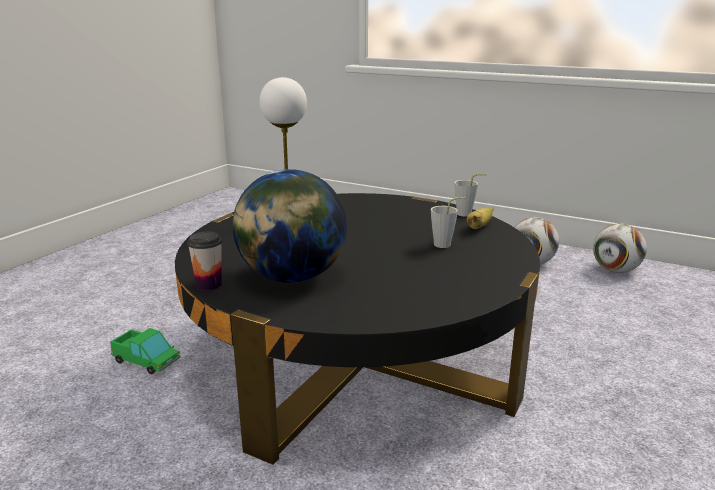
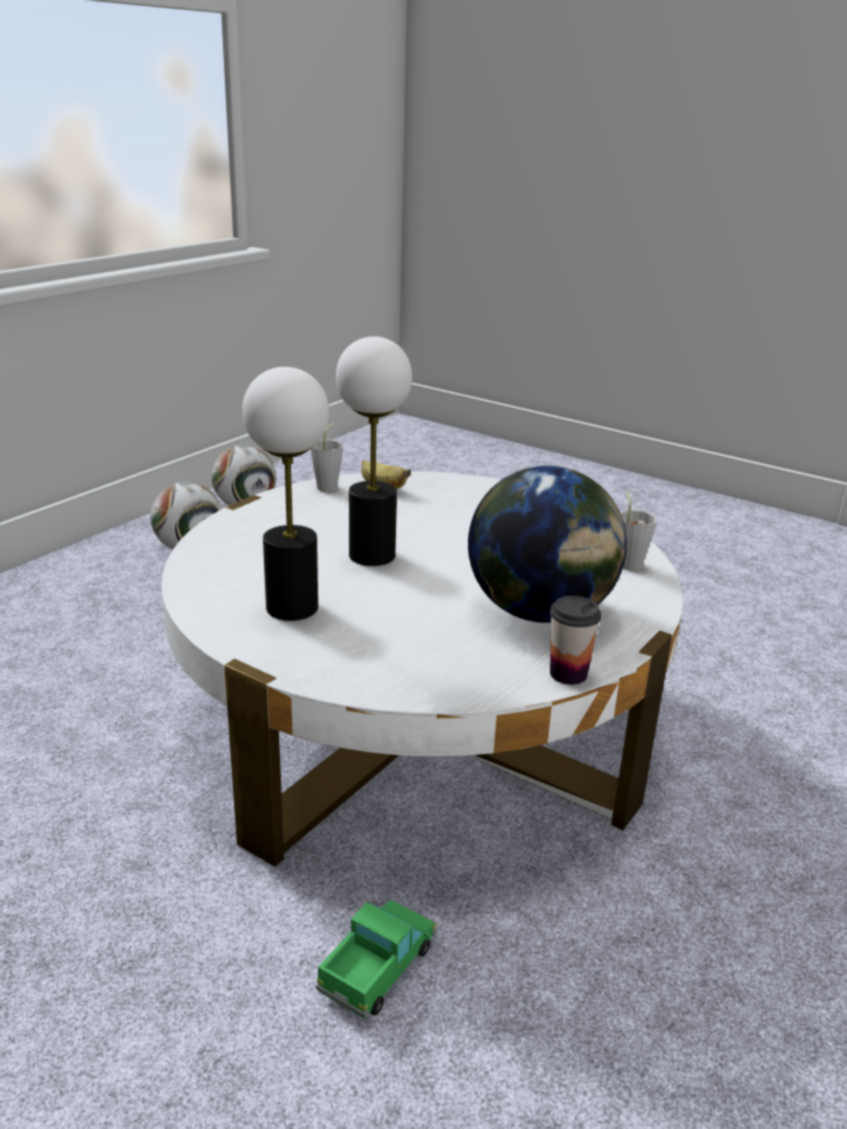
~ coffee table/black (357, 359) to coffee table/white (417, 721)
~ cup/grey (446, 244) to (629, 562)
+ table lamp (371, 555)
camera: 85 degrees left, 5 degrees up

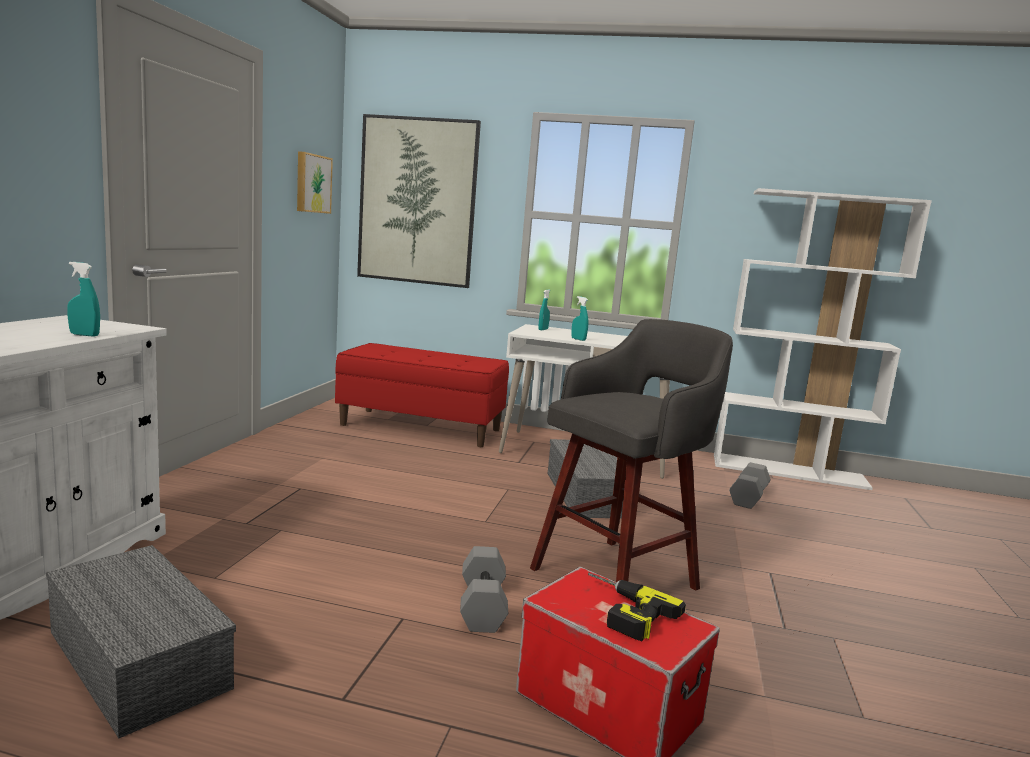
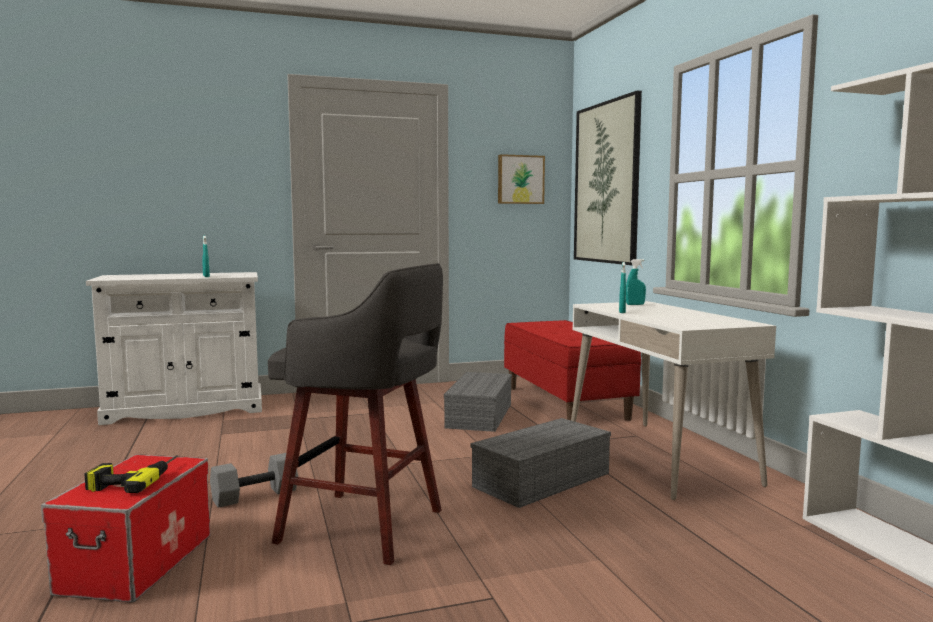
~ storage box/grey (134, 659) to (479, 415)
- dumbbell/grey (749, 498)
camera: 60 degrees right, 5 degrees down

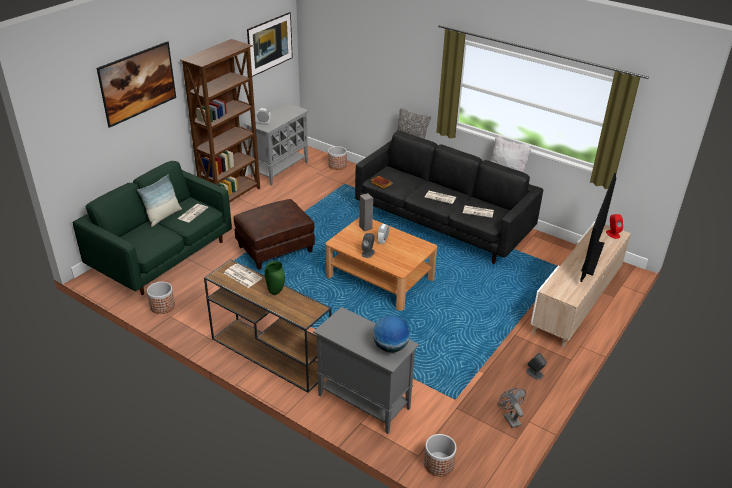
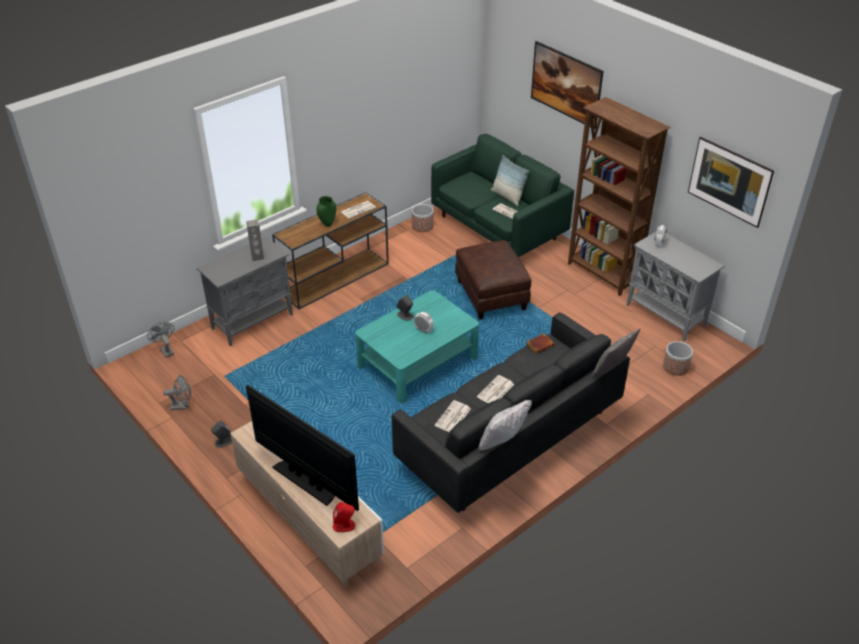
~ coffee table/brown (380, 277) to coffee table/turquoise (417, 362)
~ speaker/grey (365, 227) to (257, 257)
- globe (390, 347)
~ planter (439, 464) to fan/grey (165, 350)
camera: 105 degrees right, 5 degrees up

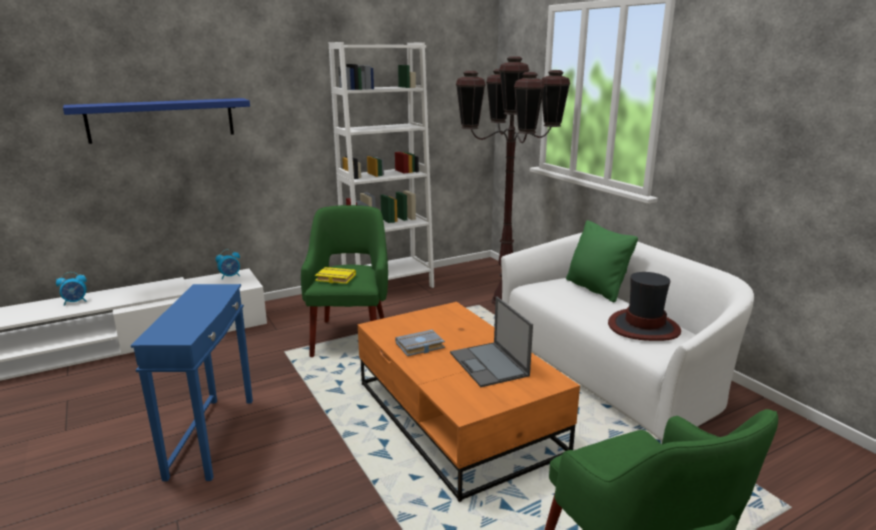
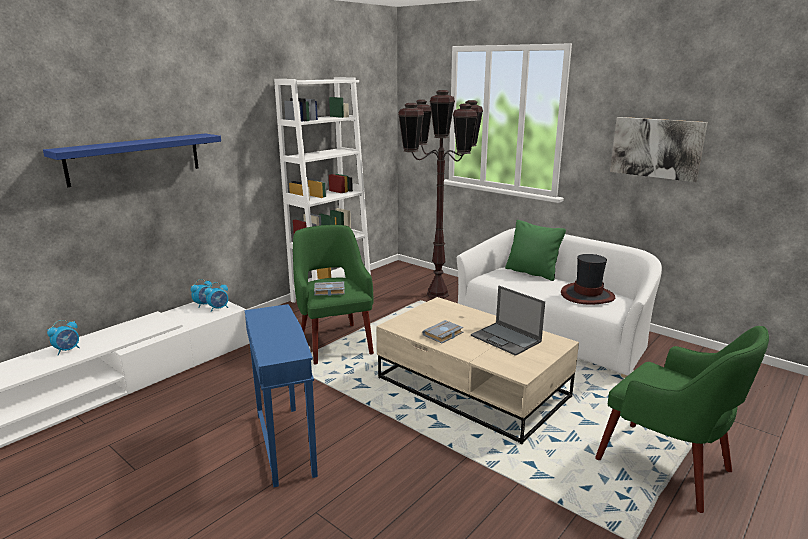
~ book/yellow (334, 278) to book/grey (328, 291)
~ coffee table/orange (458, 418) to coffee table/beige (473, 388)
+ alarm clock (219, 308)
+ picture (656, 148)
camera: 20 degrees left, 0 degrees up

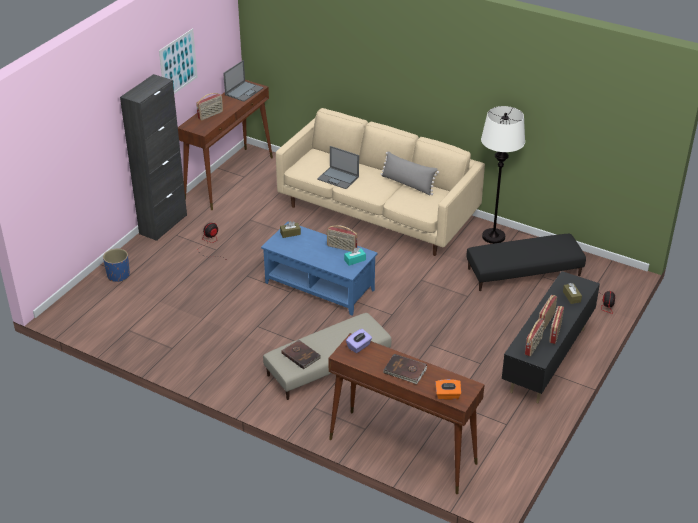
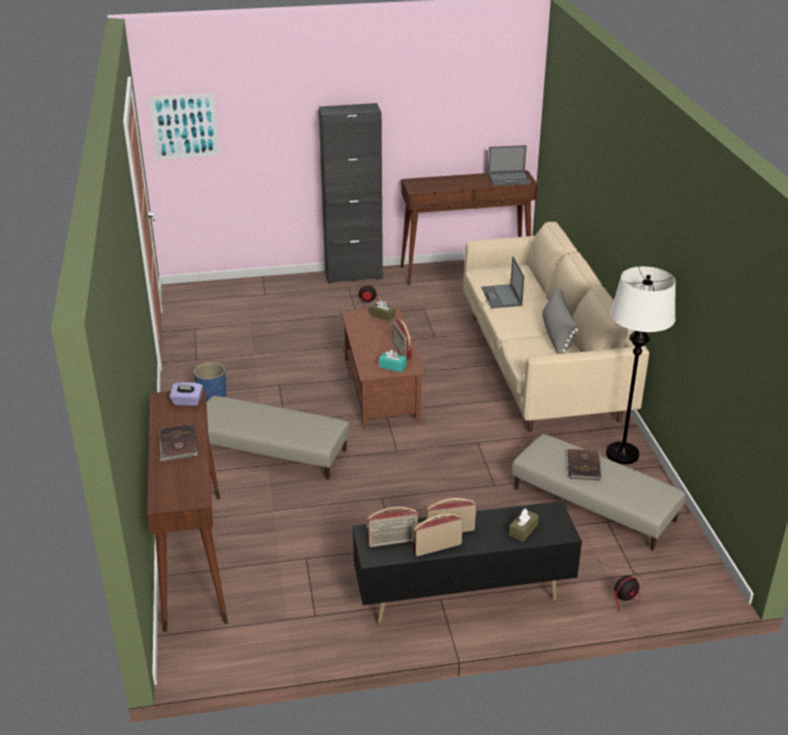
~ planter/blue (118, 275) to (212, 396)
~ picture (178, 64) to (184, 126)
- radio (210, 115)
~ coffee table/blue (320, 286) to coffee table/brown (382, 389)
~ book/brown (301, 355) to (584, 466)
- tissue box/orange (447, 395)
~ ottoman/black (524, 272) to ottoman/beige (593, 504)
camera: 50 degrees right, 5 degrees down

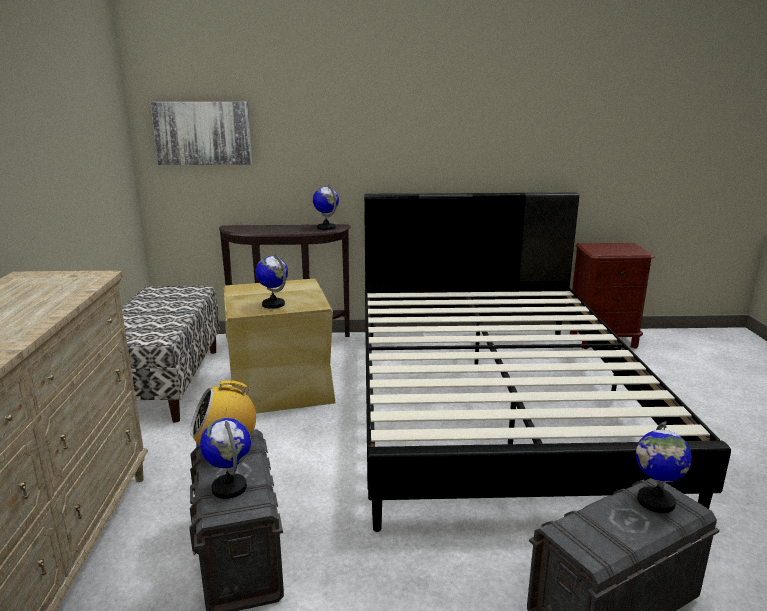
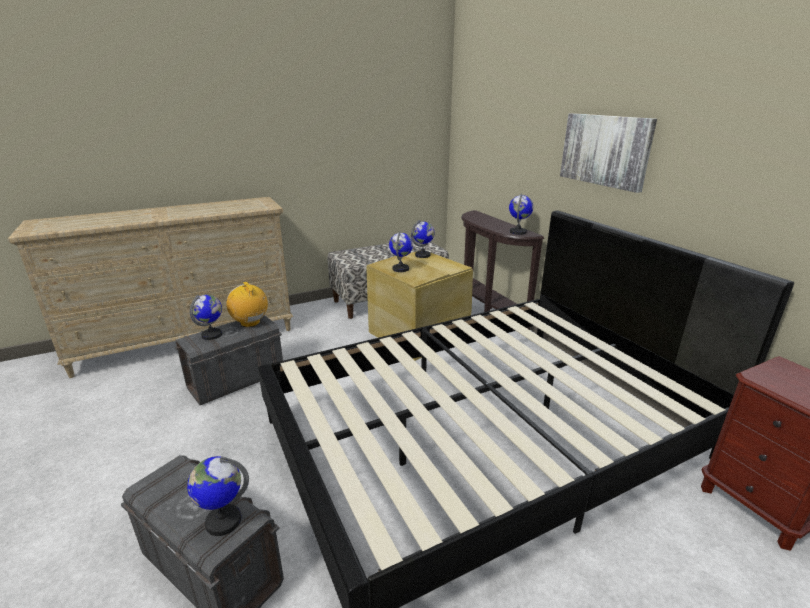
~ picture (203, 133) to (605, 150)
+ globe (423, 255)
camera: 65 degrees right, 5 degrees up

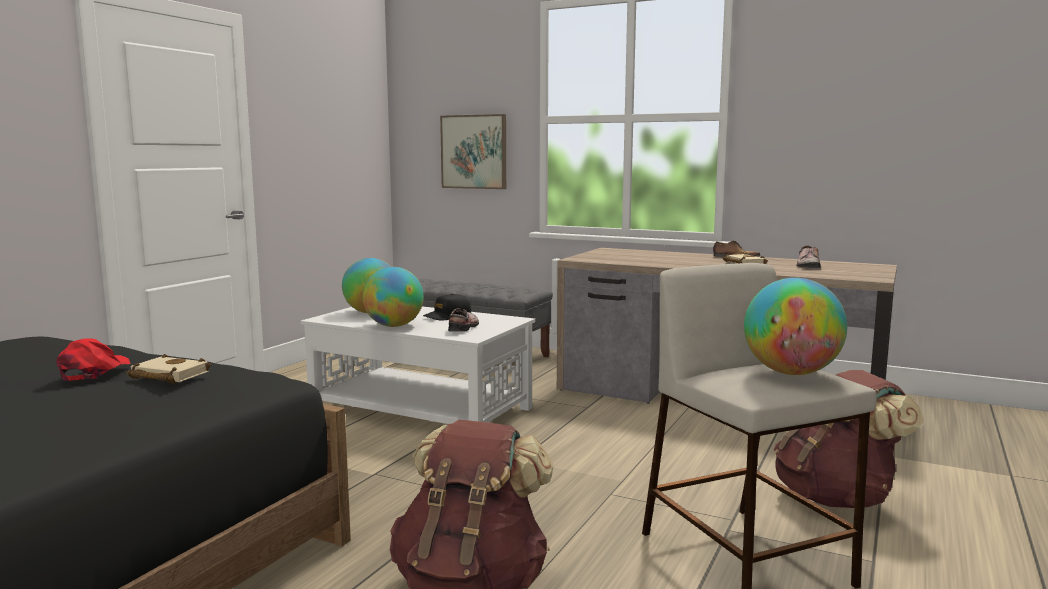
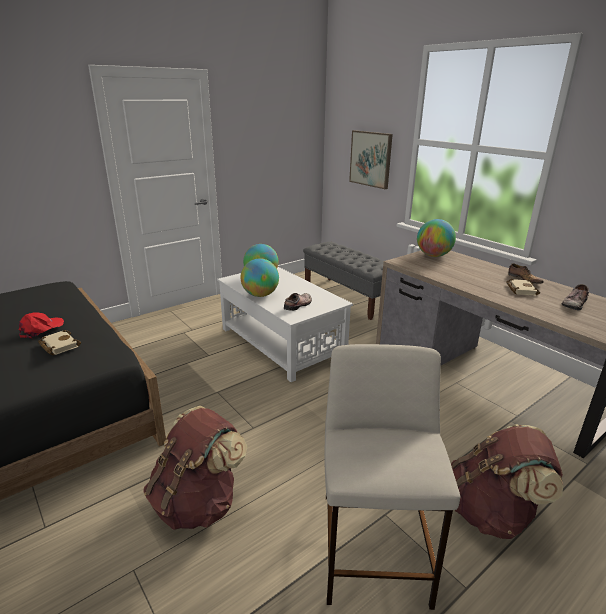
- cap/black (447, 316)
~ globe (791, 373) to (433, 255)
camera: 25 degrees right, 15 degrees up

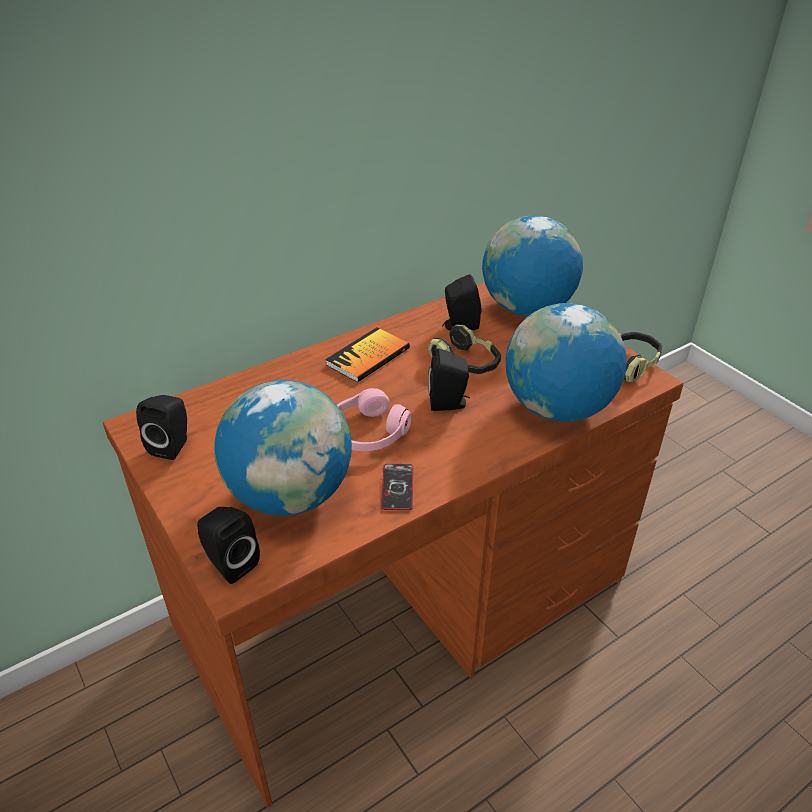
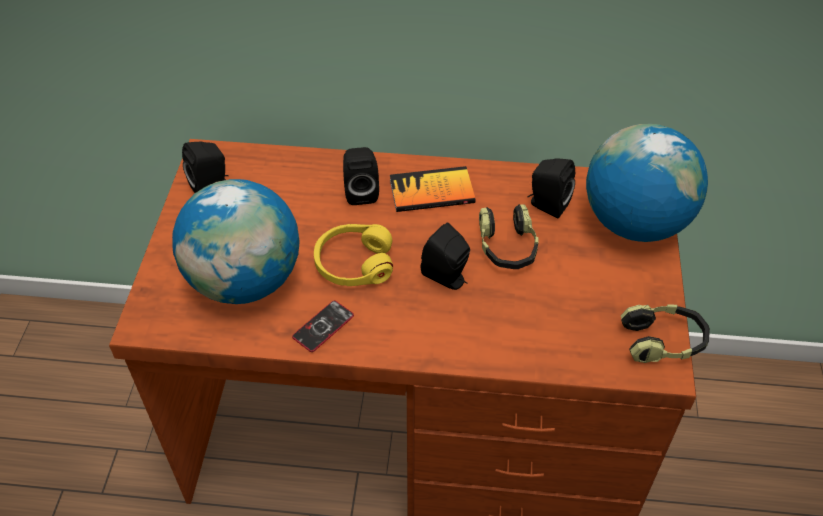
~ speaker/black (230, 563) to (361, 192)
~ headphones/pink (367, 432) to headphones/yellow (354, 263)
- globe (557, 408)
camera: 40 degrees right, 10 degrees up

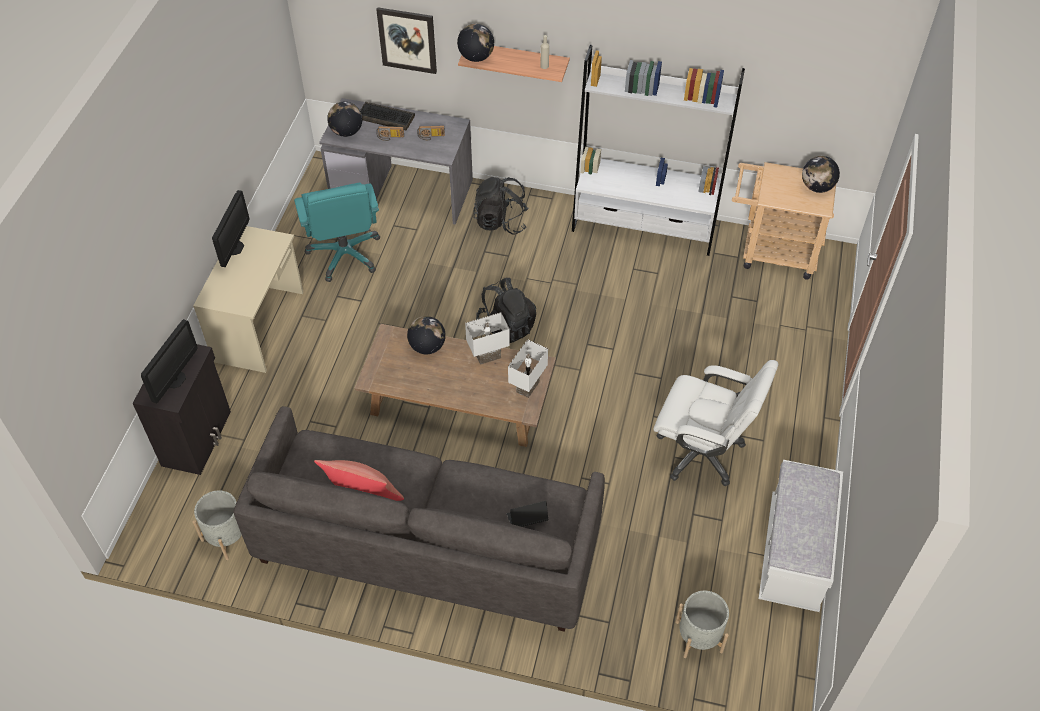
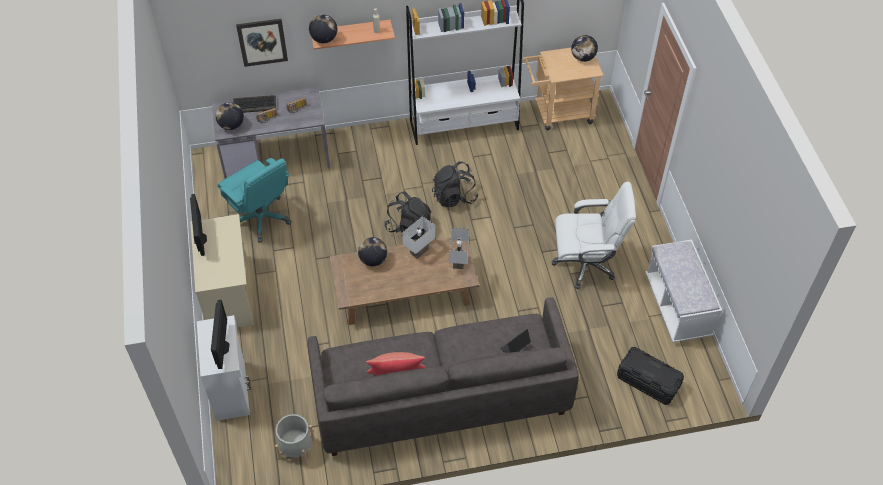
~ cabinet/black (198, 438) to cabinet/white (231, 390)
~ backpack/black (501, 221) to (454, 197)
~ planter/grey (699, 637) to storage box/black (648, 382)
camera: 25 degrees left, 0 degrees up

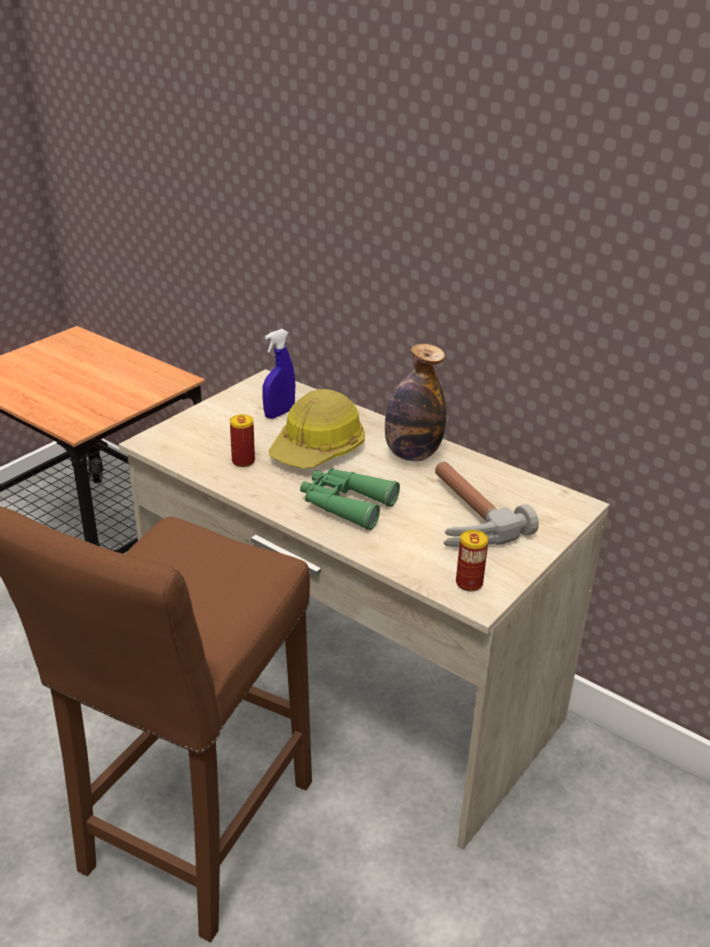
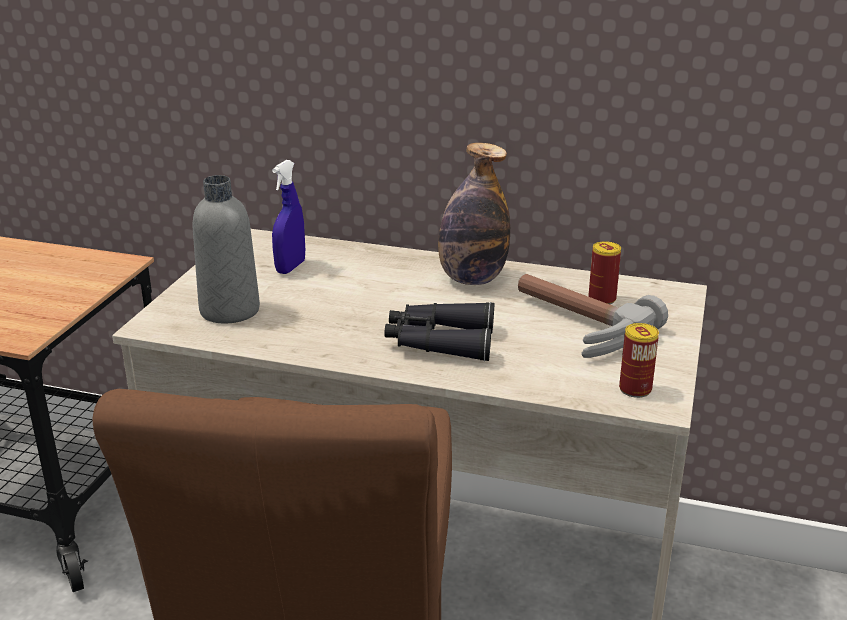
~ can (243, 461) to (602, 299)
- hard hat (318, 449)
~ binoculars/green (345, 504) to binoculars/black (439, 342)
+ bottle/grey (229, 310)
camera: 20 degrees left, 5 degrees down

